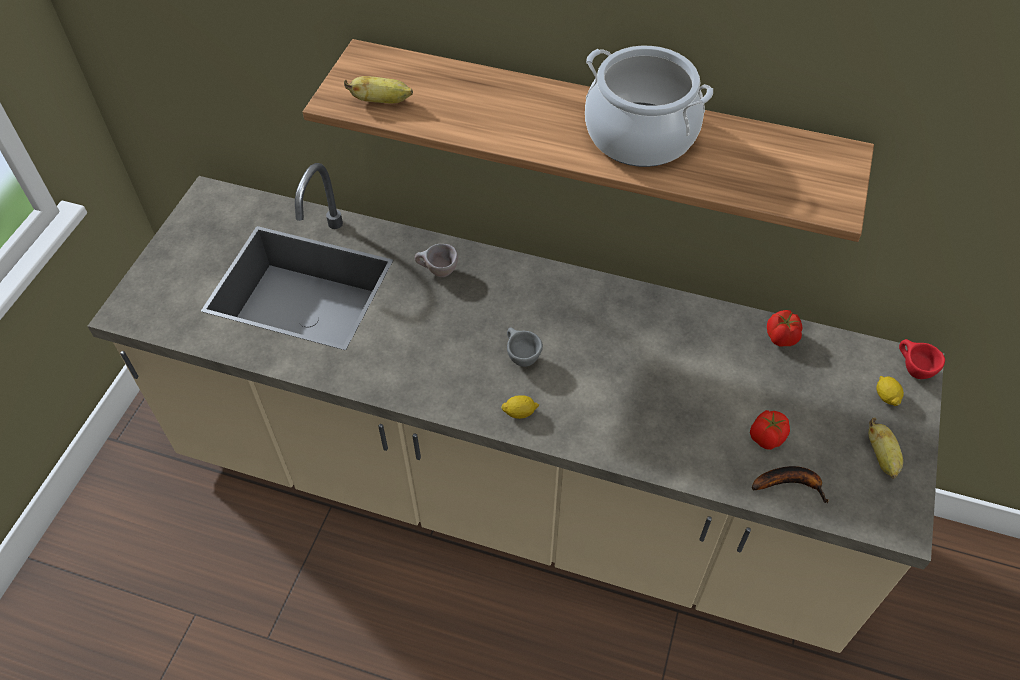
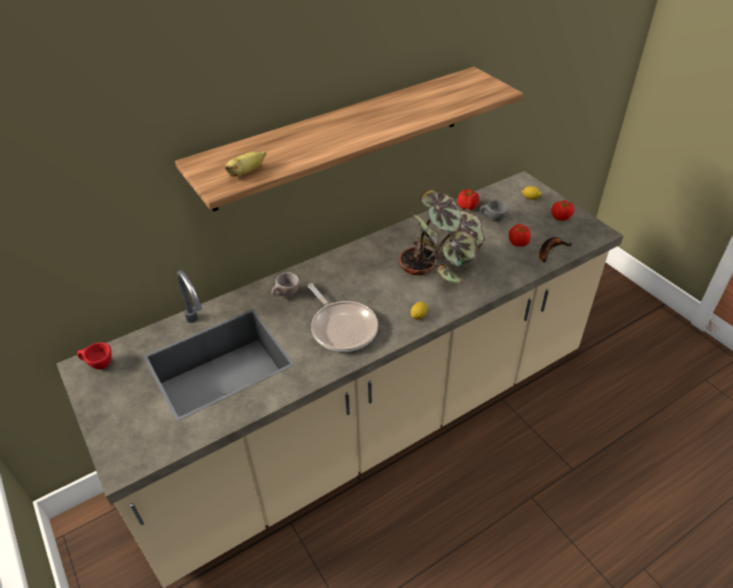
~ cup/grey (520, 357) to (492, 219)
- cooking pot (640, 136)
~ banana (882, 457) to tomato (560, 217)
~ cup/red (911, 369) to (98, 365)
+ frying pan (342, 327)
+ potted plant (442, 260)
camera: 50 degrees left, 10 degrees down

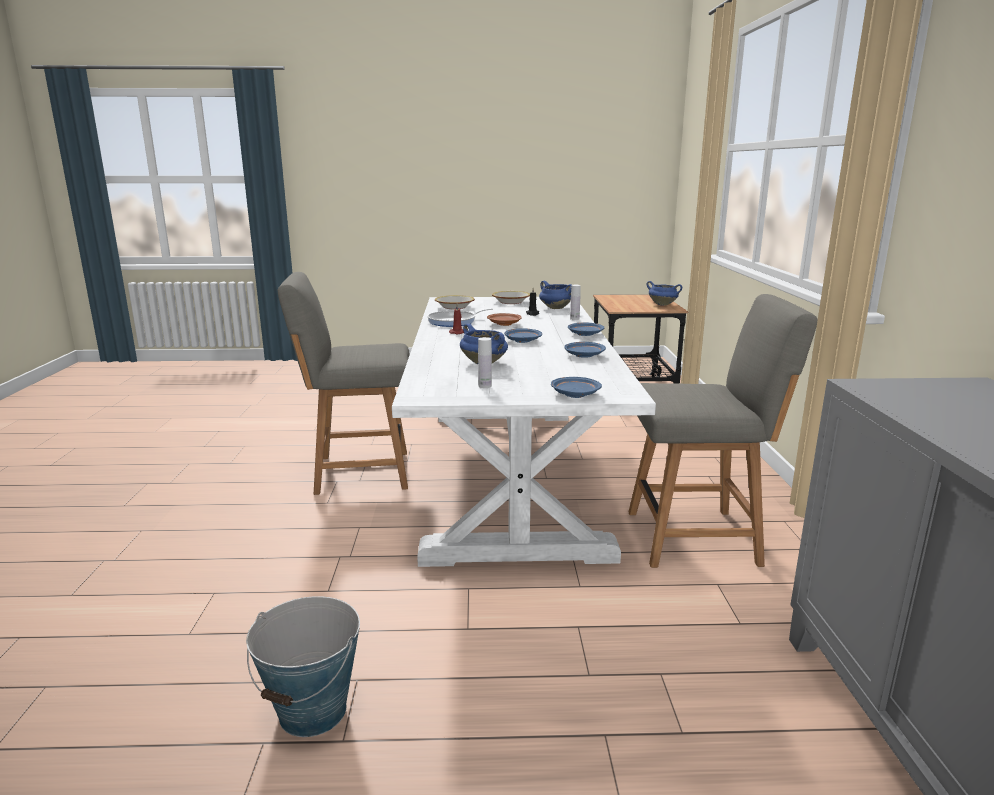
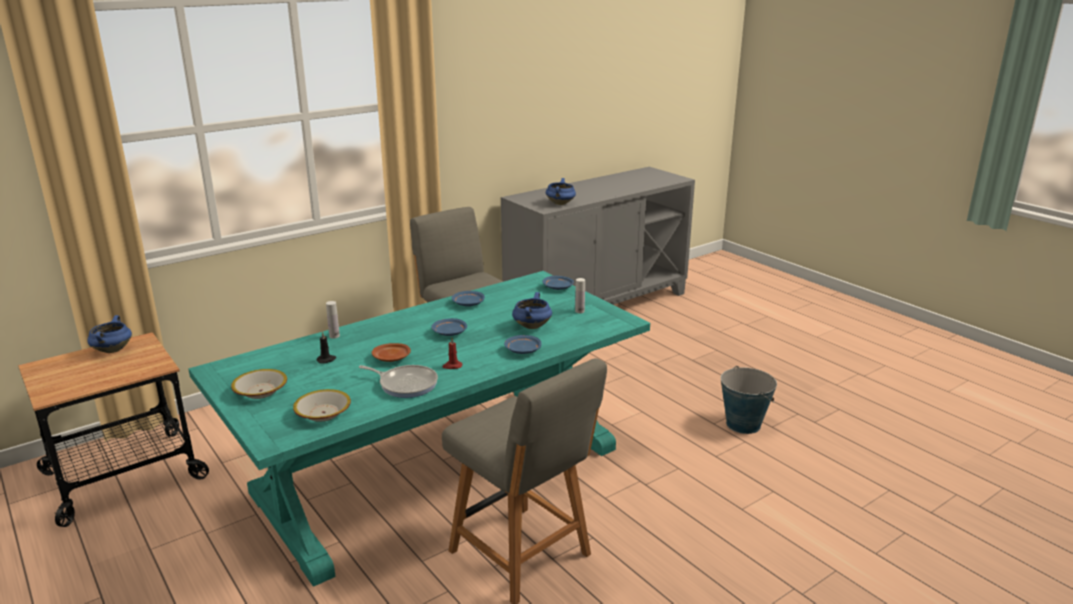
~ dining table/white (510, 473) to dining table/turquoise (439, 469)
~ cooking pot/blue (555, 308) to (560, 204)
~ plate/blue (585, 334) to (522, 350)
camera: 125 degrees left, 5 degrees up

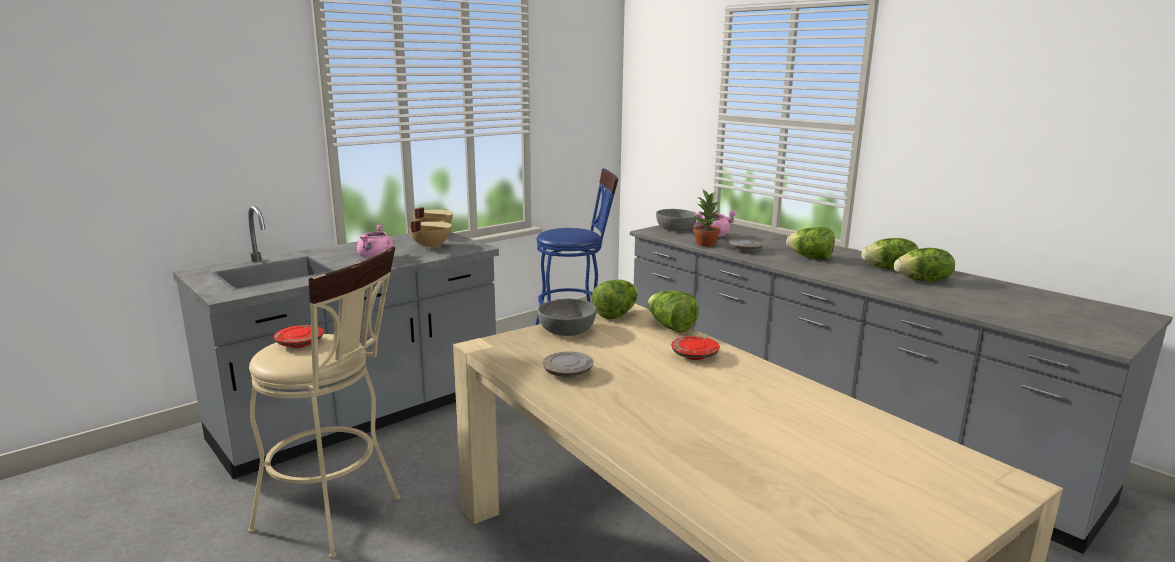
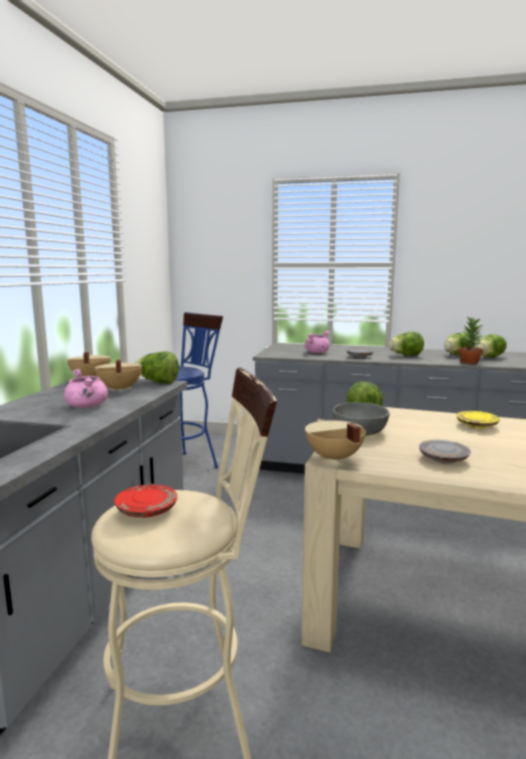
~ lettuce (670, 327) to (158, 382)
- bowl/grey (676, 229)
~ plate/red (694, 355) to plate/yellow (477, 425)
~ potted plant (706, 244) to (469, 362)
+ cooking pot/beige (333, 458)
camera: 35 degrees left, 5 degrees down

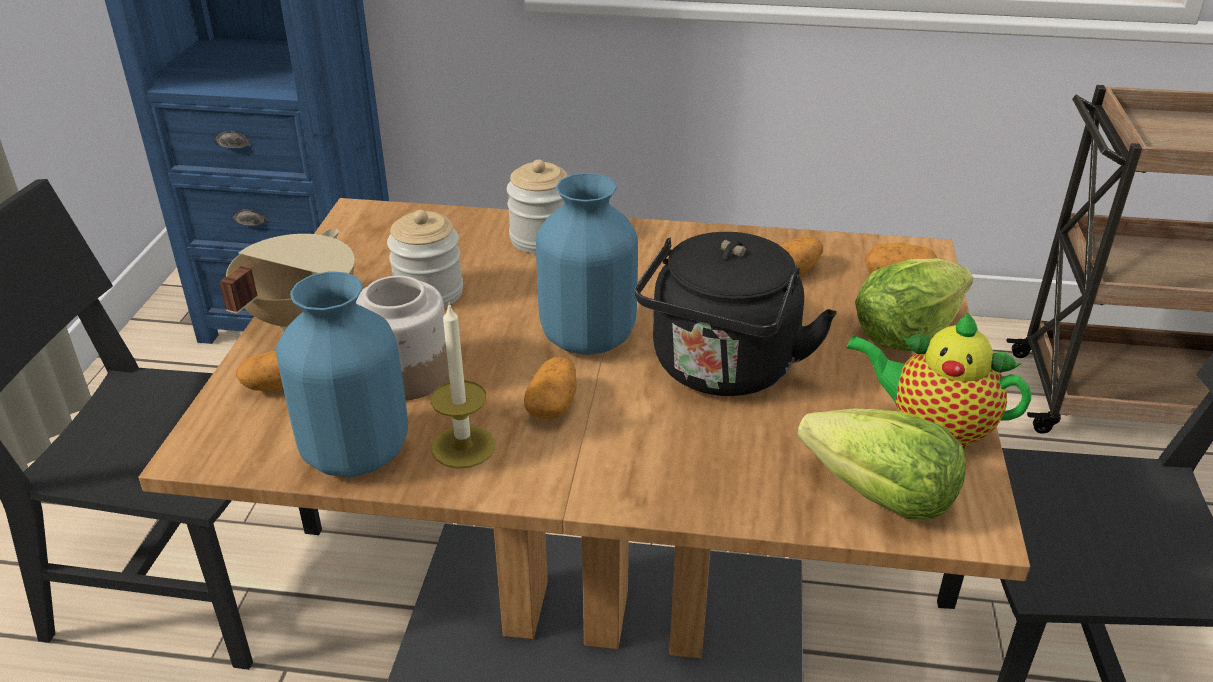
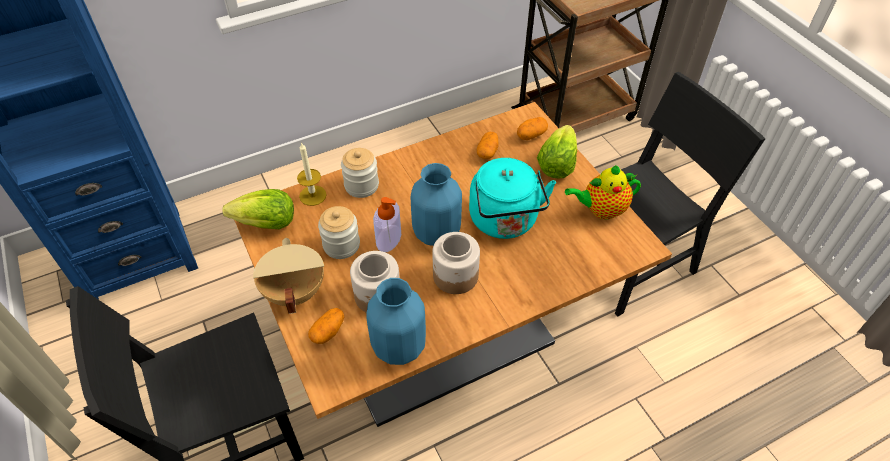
~ candle (463, 446) to (312, 195)
~ potato (552, 405) to jar (455, 276)
~ kettle/black (722, 371) to kettle/turquoise (505, 222)
~ lettuce (880, 497) to (266, 224)
+ soap dispenser (388, 238)
camera: 35 degrees left, 15 degrees up

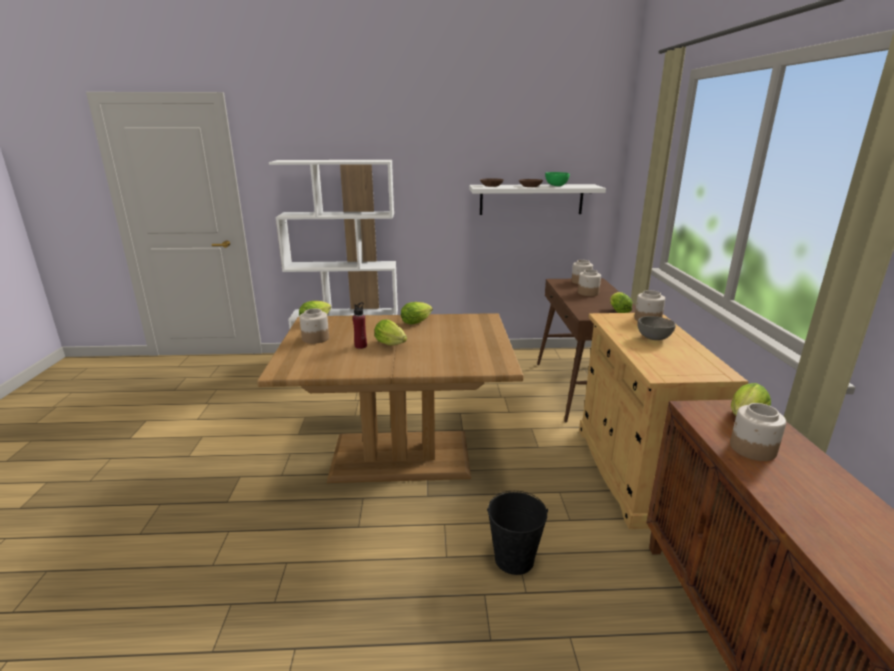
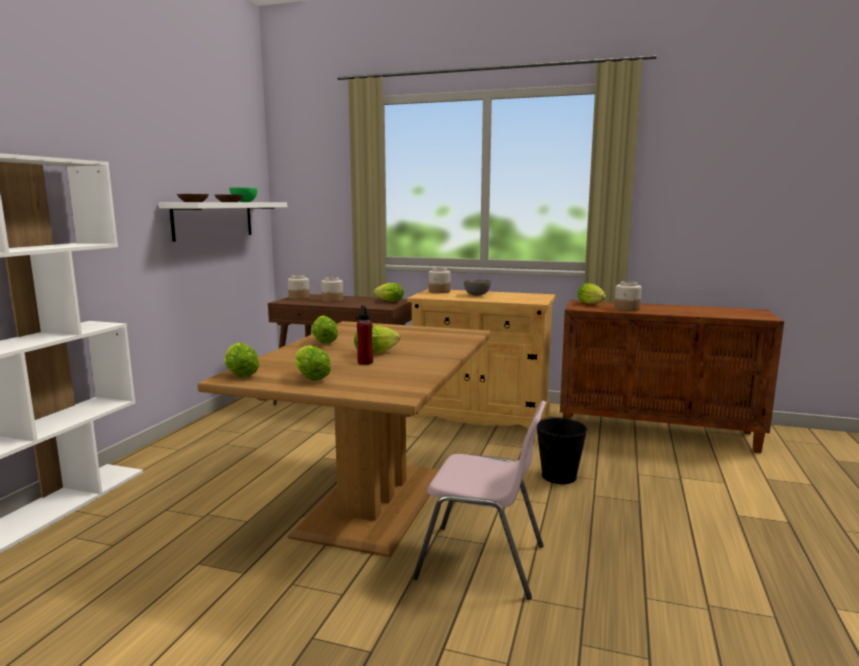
~ jar (315, 338) to lettuce (310, 377)
+ chair/pink (483, 562)
camera: 70 degrees left, 10 degrees down

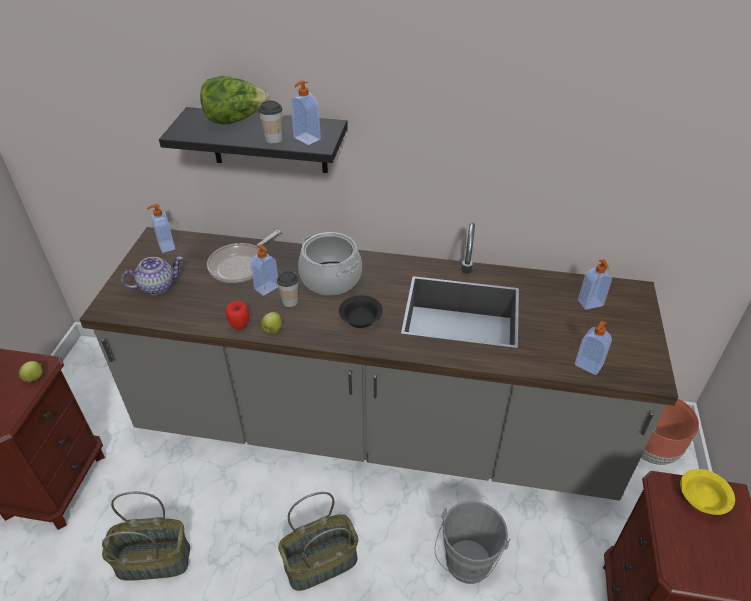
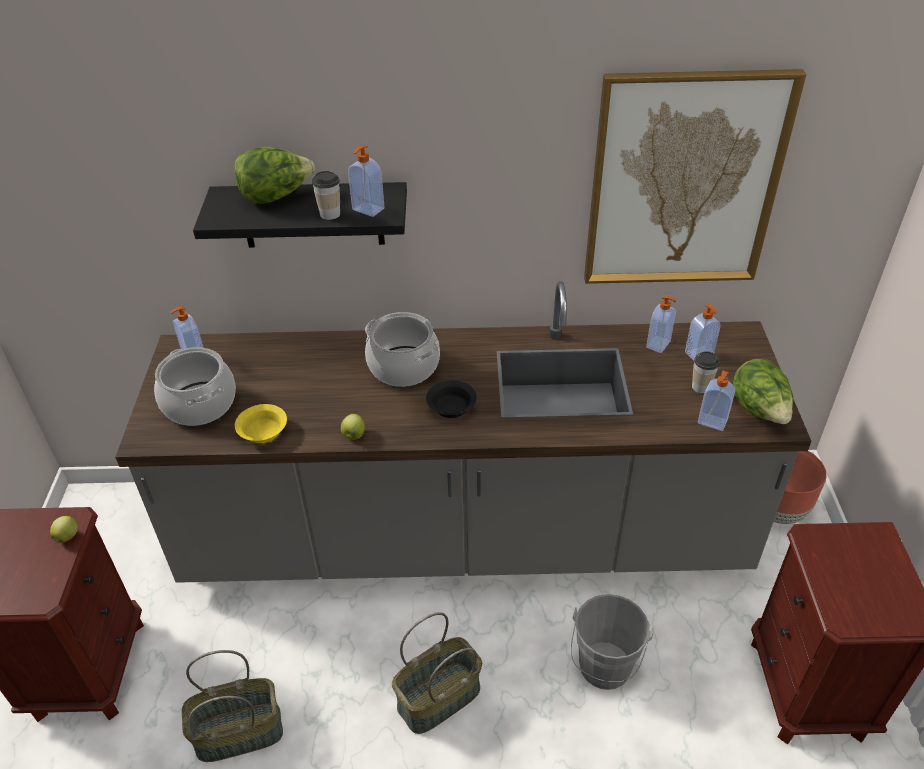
~ teapot (157, 286) to cooking pot (199, 404)
- frying pan (241, 265)
- apple (239, 326)
~ soap dispenser (267, 288) to (659, 345)
~ cup (290, 301) to (701, 387)
~ bowl/yellow (701, 498) to (262, 432)
+ picture (683, 182)
+ lettuce (759, 410)
camera: 10 degrees left, 0 degrees up

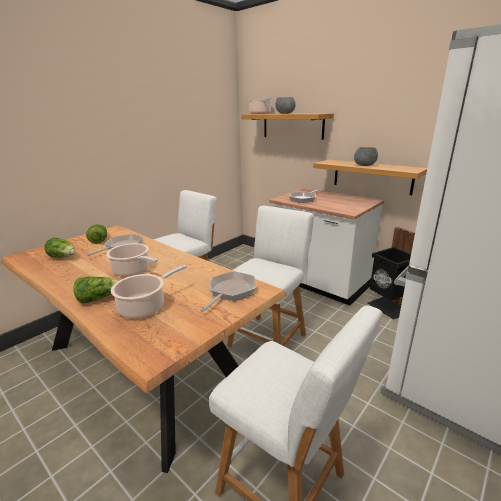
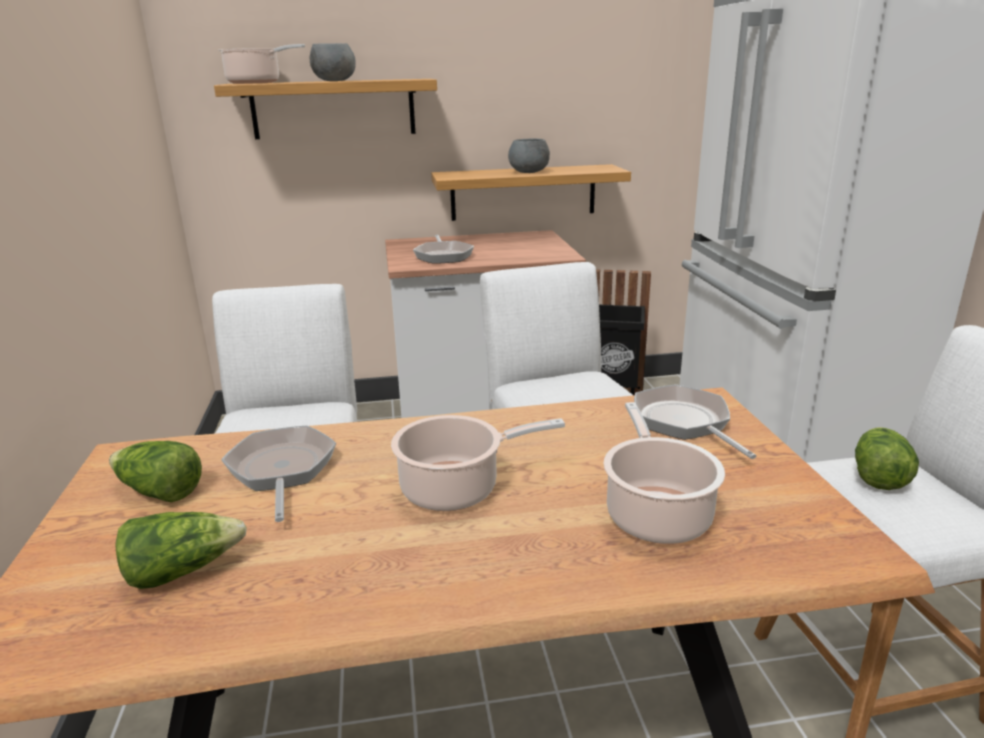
~ lettuce (98, 298) to (878, 475)
camera: 50 degrees left, 0 degrees up

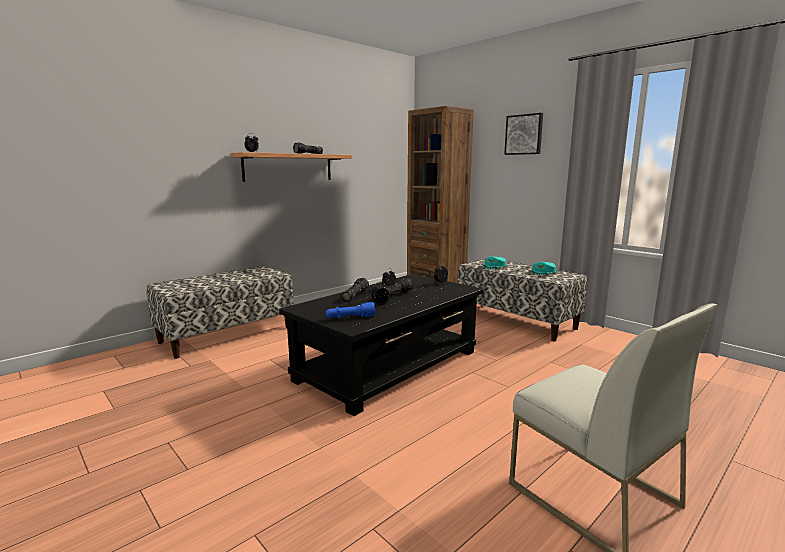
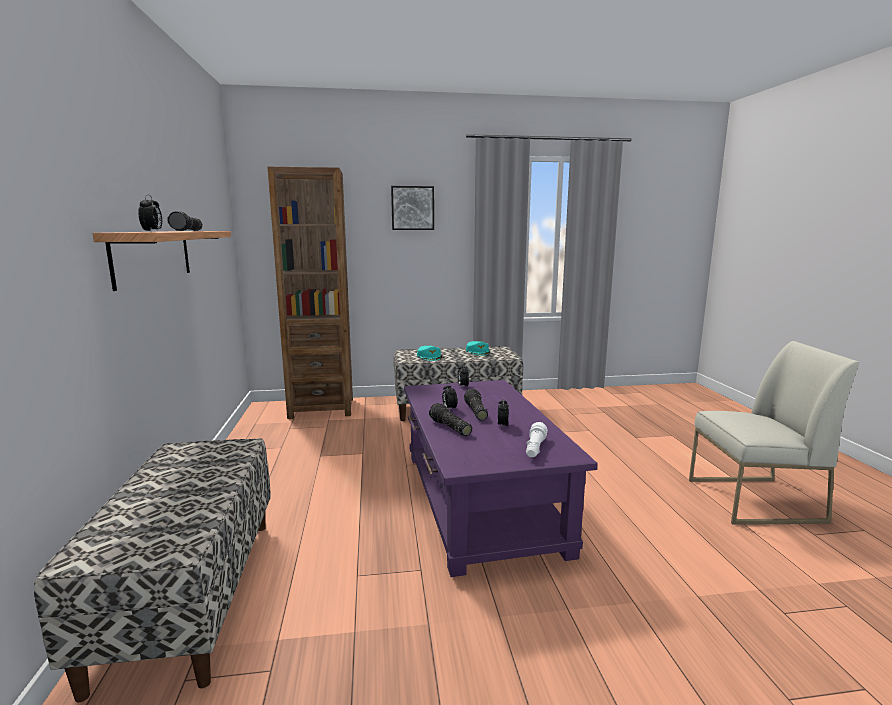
~ coffee table/black (388, 366) to coffee table/purple (480, 500)
~ flashlight/blue (350, 317) to flashlight/white (535, 449)
camera: 55 degrees left, 0 degrees up

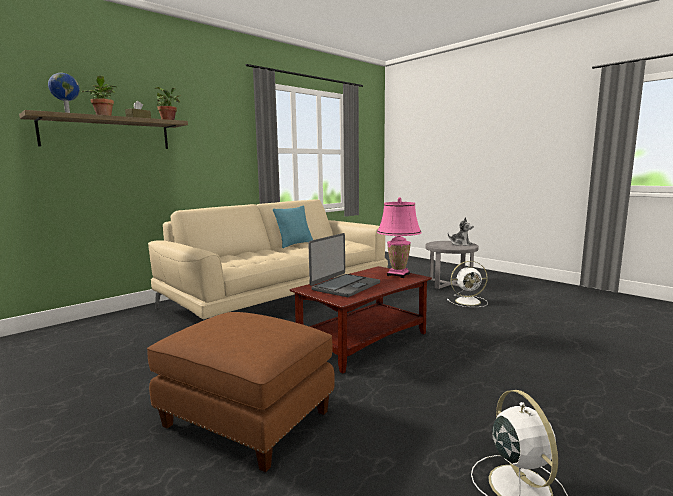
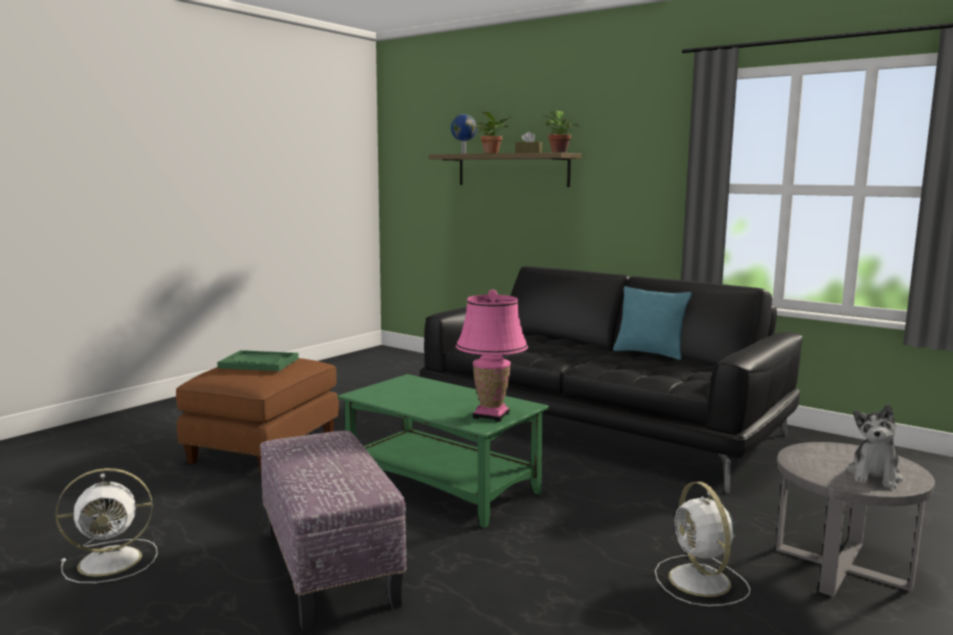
~ sofa/beige (280, 297) to sofa/black (600, 424)
~ coffee table/brown (364, 341) to coffee table/green (443, 485)
- laptop (345, 286)
+ tray/green (258, 363)
+ ottoman (331, 567)
camera: 80 degrees right, 0 degrees up

